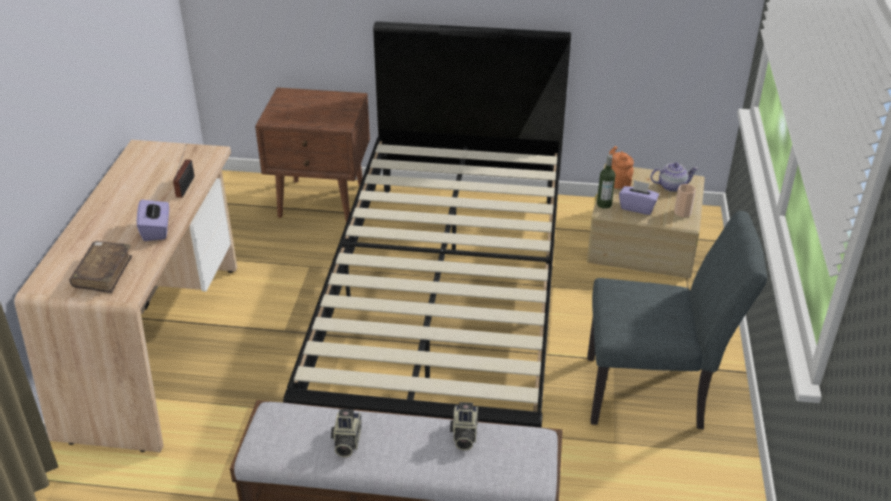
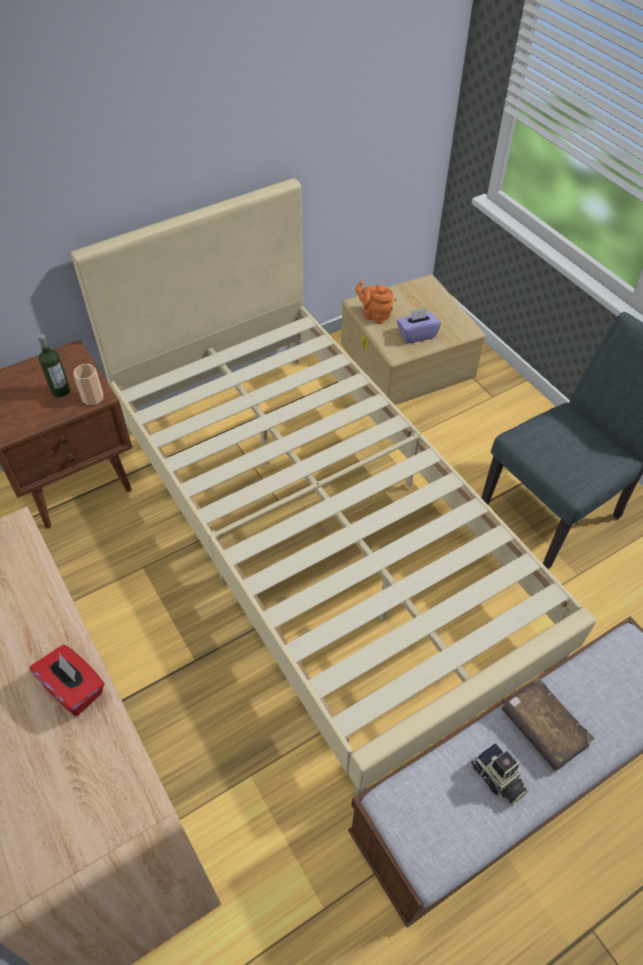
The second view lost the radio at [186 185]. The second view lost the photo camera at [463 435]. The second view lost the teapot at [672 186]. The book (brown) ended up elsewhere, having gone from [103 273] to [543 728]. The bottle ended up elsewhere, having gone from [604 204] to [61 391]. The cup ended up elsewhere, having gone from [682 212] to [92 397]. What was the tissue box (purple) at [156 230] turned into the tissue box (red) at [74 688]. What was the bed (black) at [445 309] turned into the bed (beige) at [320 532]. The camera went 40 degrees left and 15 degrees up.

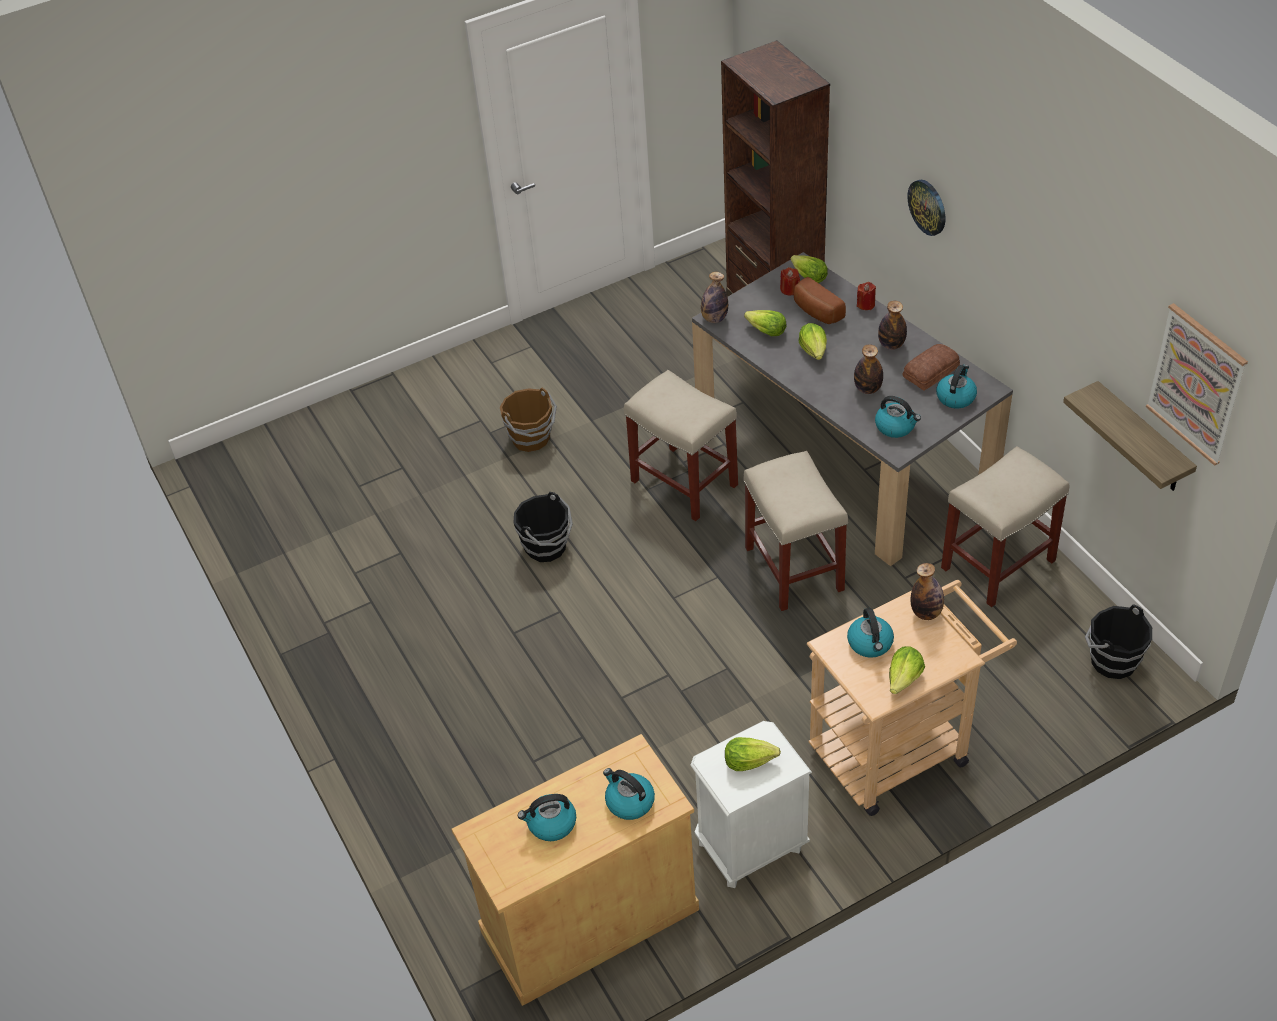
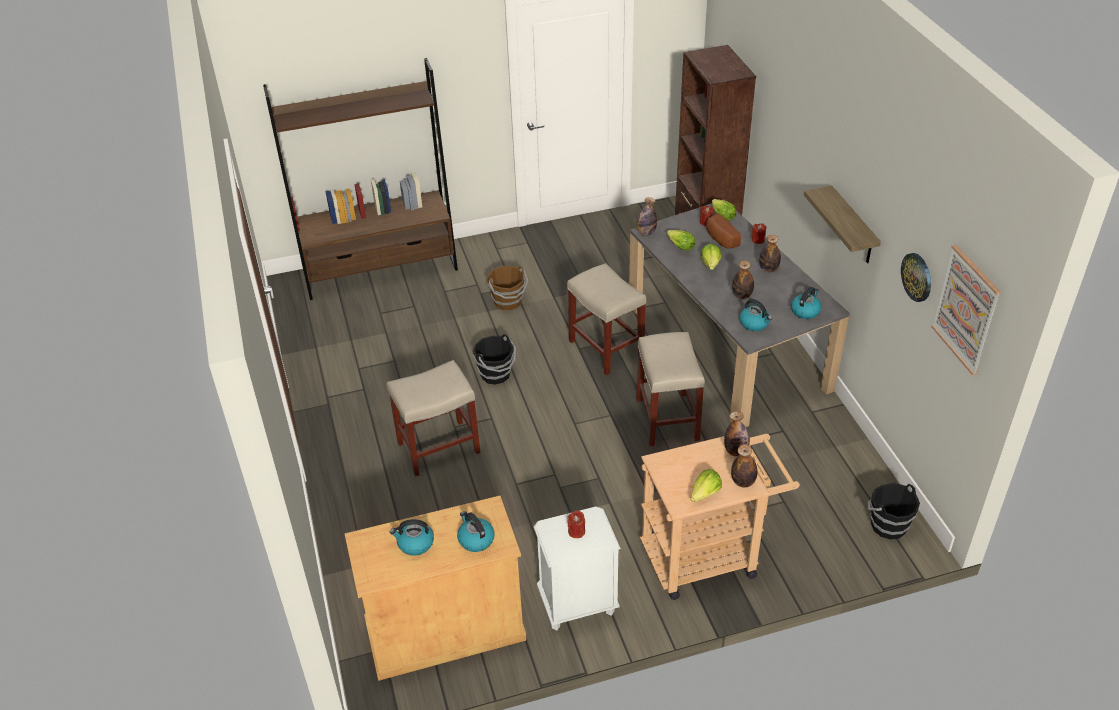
The second view lost the kettle at [870 644]. The second view lost the bread at [932 372]. The second view gained the bookcase (brown) at [381 271]. The second view gained the bottle at [743 482]. The wall clock ended up elsewhere, having gone from [928 207] to [917 277]. The stool (beige) ended up elsewhere, having gone from [997 565] to [437 448]. The shelf ended up elsewhere, having gone from [1142 440] to [853 227]. Where the lettuce stood at [749 761], the candle (red) came to stand at [576 531]. The camera went 10 degrees right and 5 degrees down.

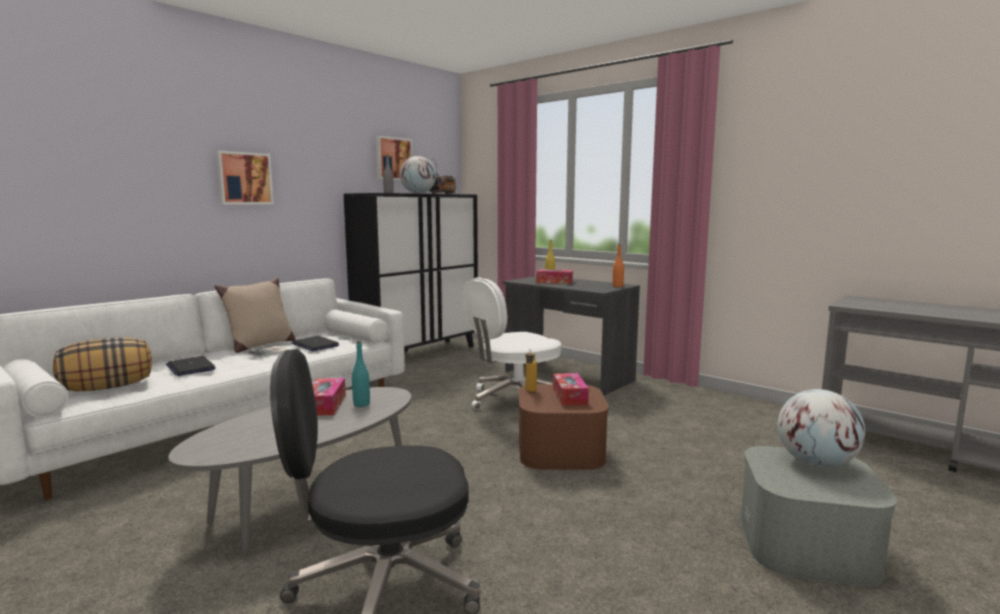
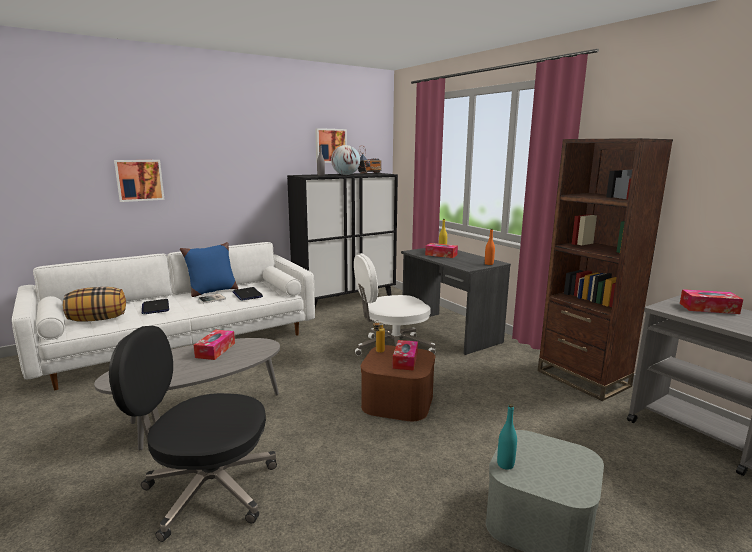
The second view lost the globe at [815 463]. The second view gained the bookcase (brown) at [583 378]. The second view gained the tissue box at [708 308]. The picture ended up elsewhere, having gone from [244 178] to [139 180]. The bottle (turquoise) ended up elsewhere, having gone from [361 404] to [505 464]. What was the pillow (beige) at [260 345] turned into the pillow (blue) at [212 291]. The camera went 15 degrees right and 5 degrees up.

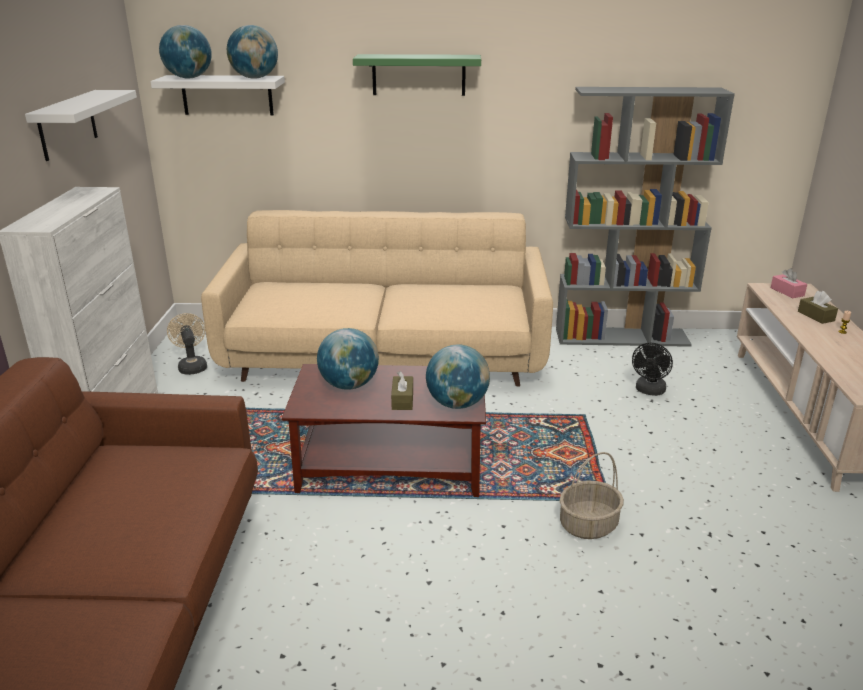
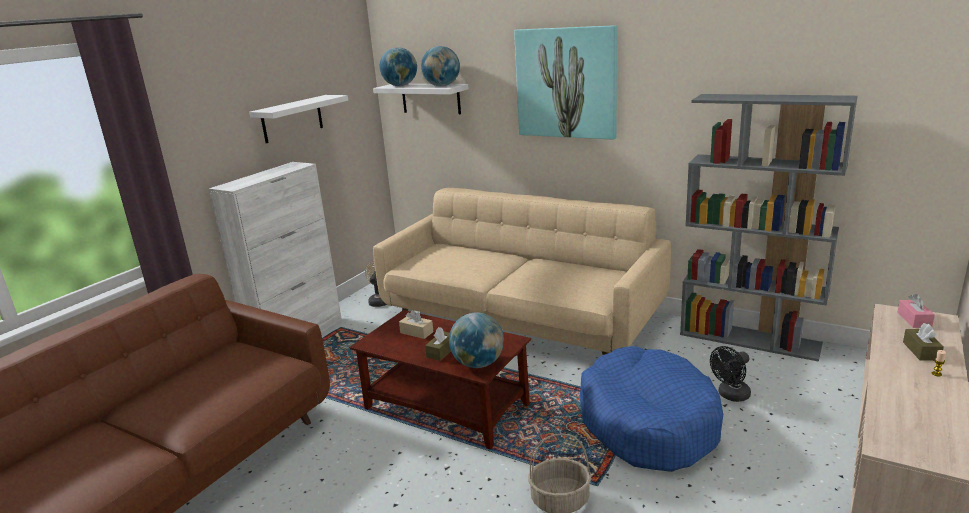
The second view gained the dog bed (blue) at [647 423]. Where the globe stood at [349 385], the tissue box (beige) came to stand at [416 332]. Where the shelf (green) hung at [418 75], the picture came to hang at [566 83]. The camera went 30 degrees right and 5 degrees down.

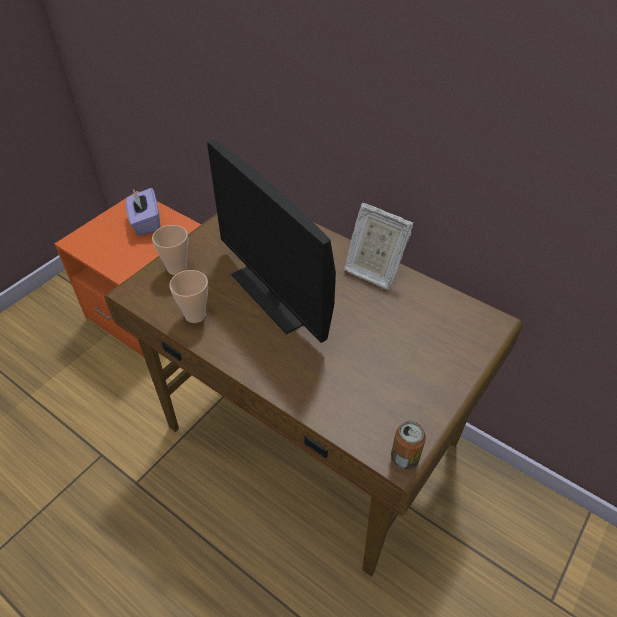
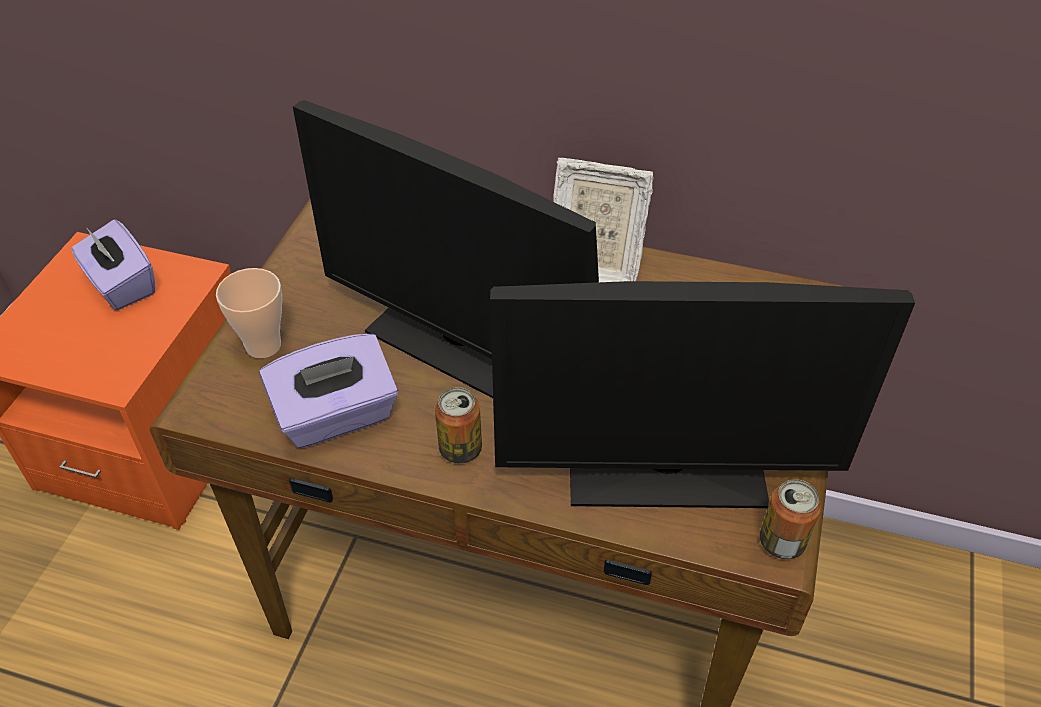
The second view gained the can at [460 449]. The second view gained the monitor at [666 470]. Where the cup stood at [195 315], the tissue box (purple) came to stand at [336 416]. The camera went 20 degrees left and 0 degrees up.

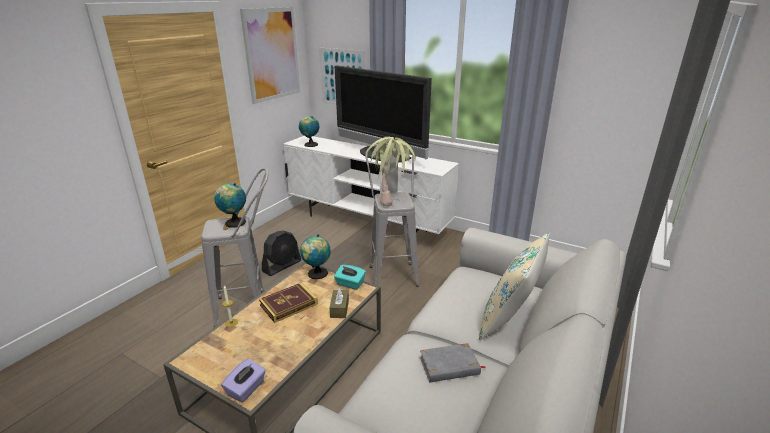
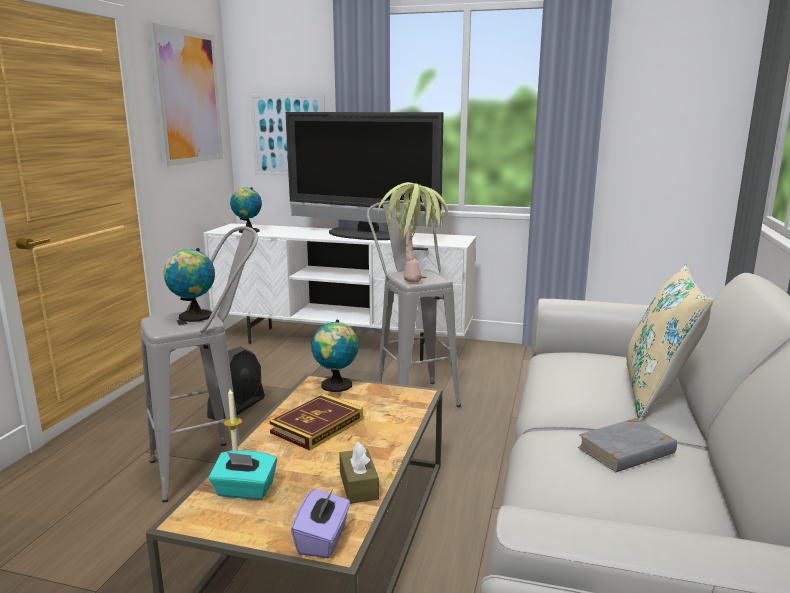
The tissue box (brown) ended up elsewhere, having gone from [339 308] to [358 485]. The tissue box (turquoise) ended up elsewhere, having gone from [350 284] to [244 491]. The camera went 15 degrees left and 10 degrees down.

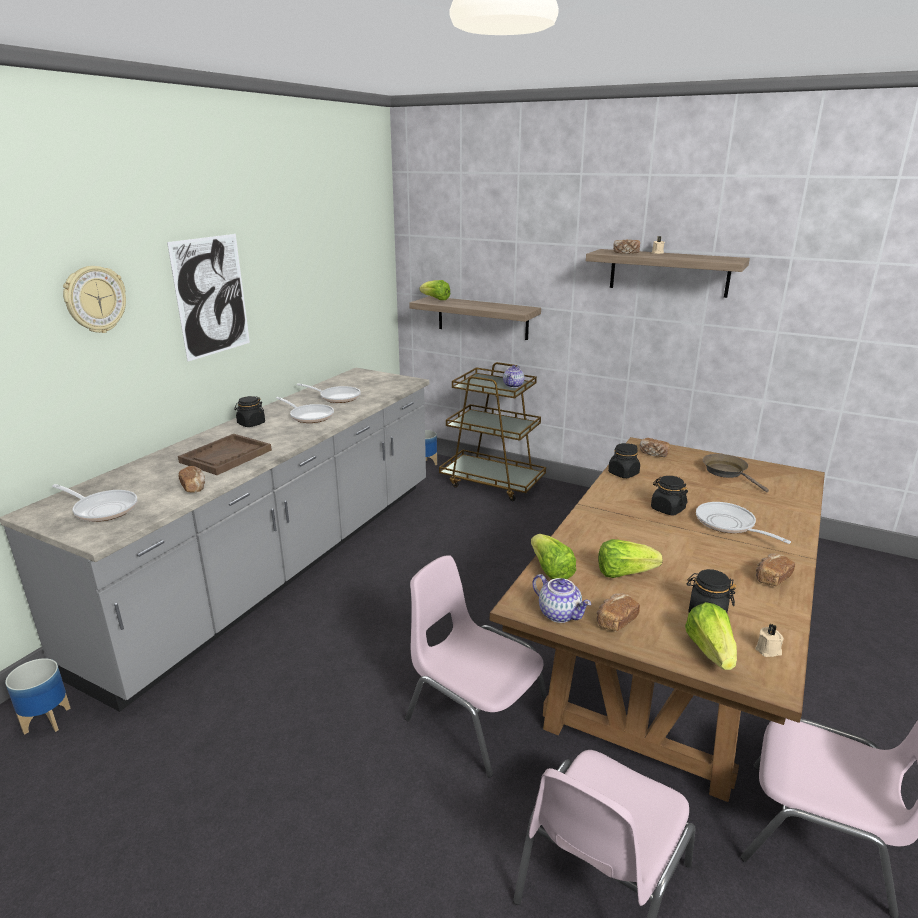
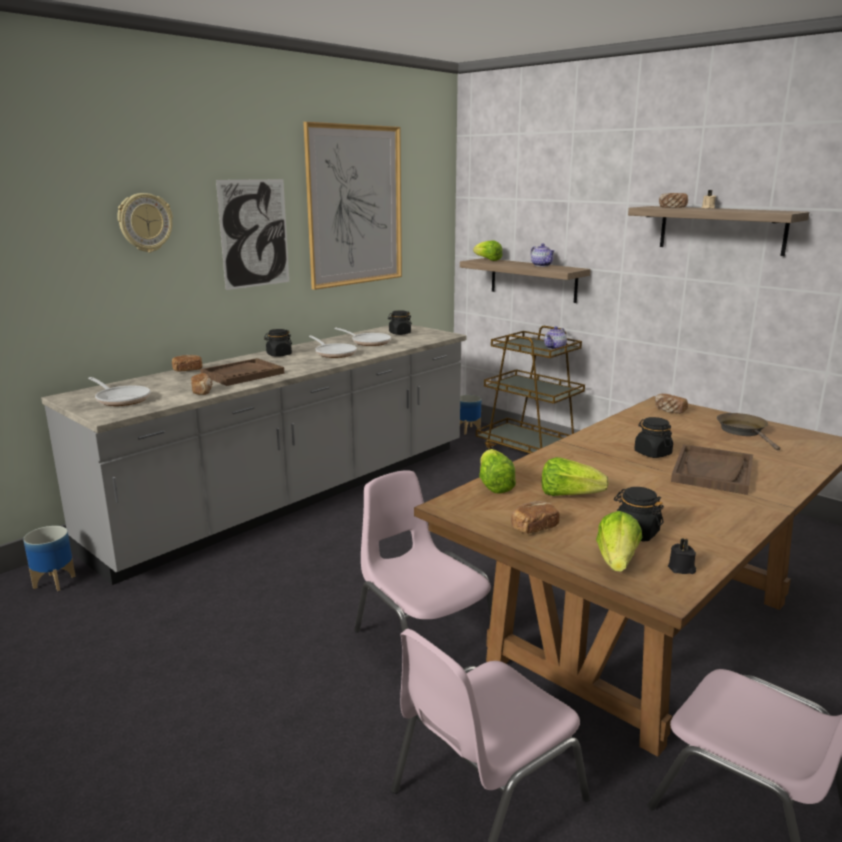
The second view gained the picture at [355 206]. The teapot ended up elsewhere, having gone from [560 614] to [542 265]. The jar (black) ended up elsewhere, having gone from [623 473] to [399 333]. The bread ended up elsewhere, having gone from [771 578] to [188 370]. Where the frying pan stood at [729 525], the tray (brown) came to stand at [712 472]. What was the candle (beige) at [768 650] turned into the candle (black) at [682 569]. The camera went 15 degrees right and 5 degrees down.

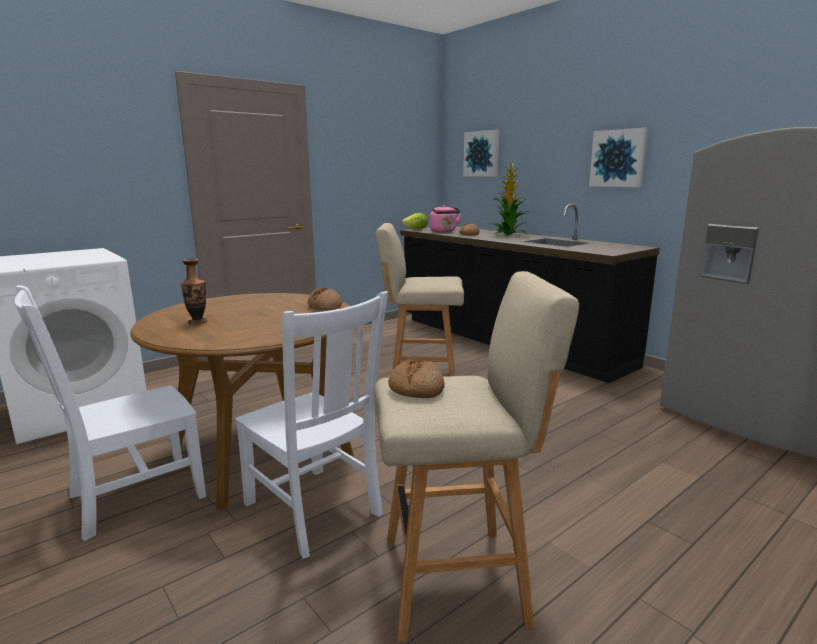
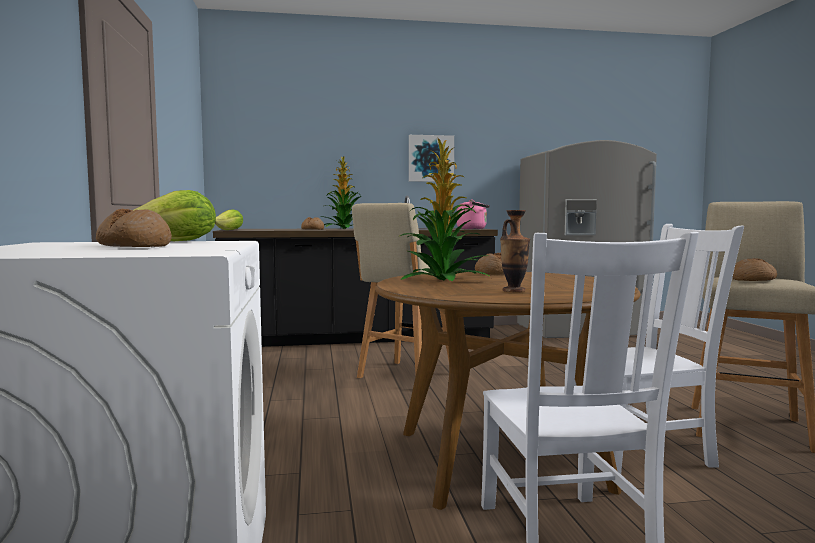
The second view lost the picture at [482 154]. The second view gained the bread at [134 246]. The second view gained the lettuce at [179 241]. The second view gained the potted plant at [443 280]. The kettle (pink) ended up elsewhere, having gone from [444 231] to [473 229]. The camera went 60 degrees left and 10 degrees down.

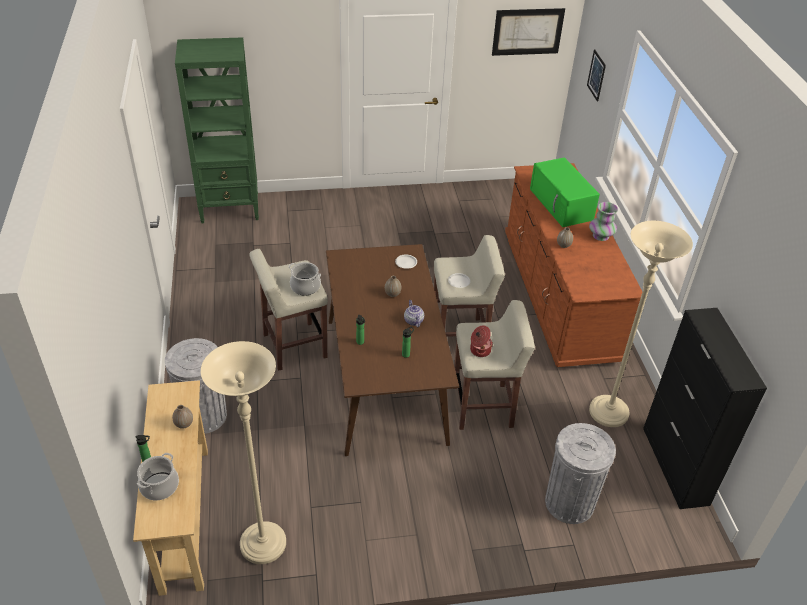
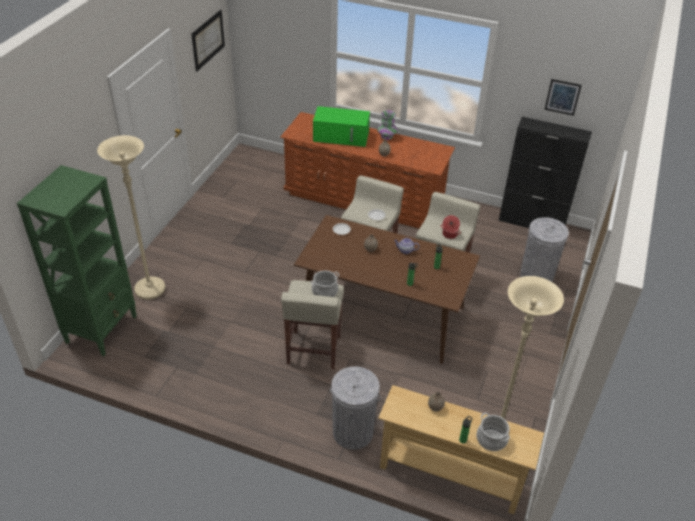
The picture ended up elsewhere, having gone from [596 75] to [562 97]. The floor lamp (beige) ended up elsewhere, having gone from [608 413] to [150 289]. The camera went 60 degrees left and 0 degrees up.

